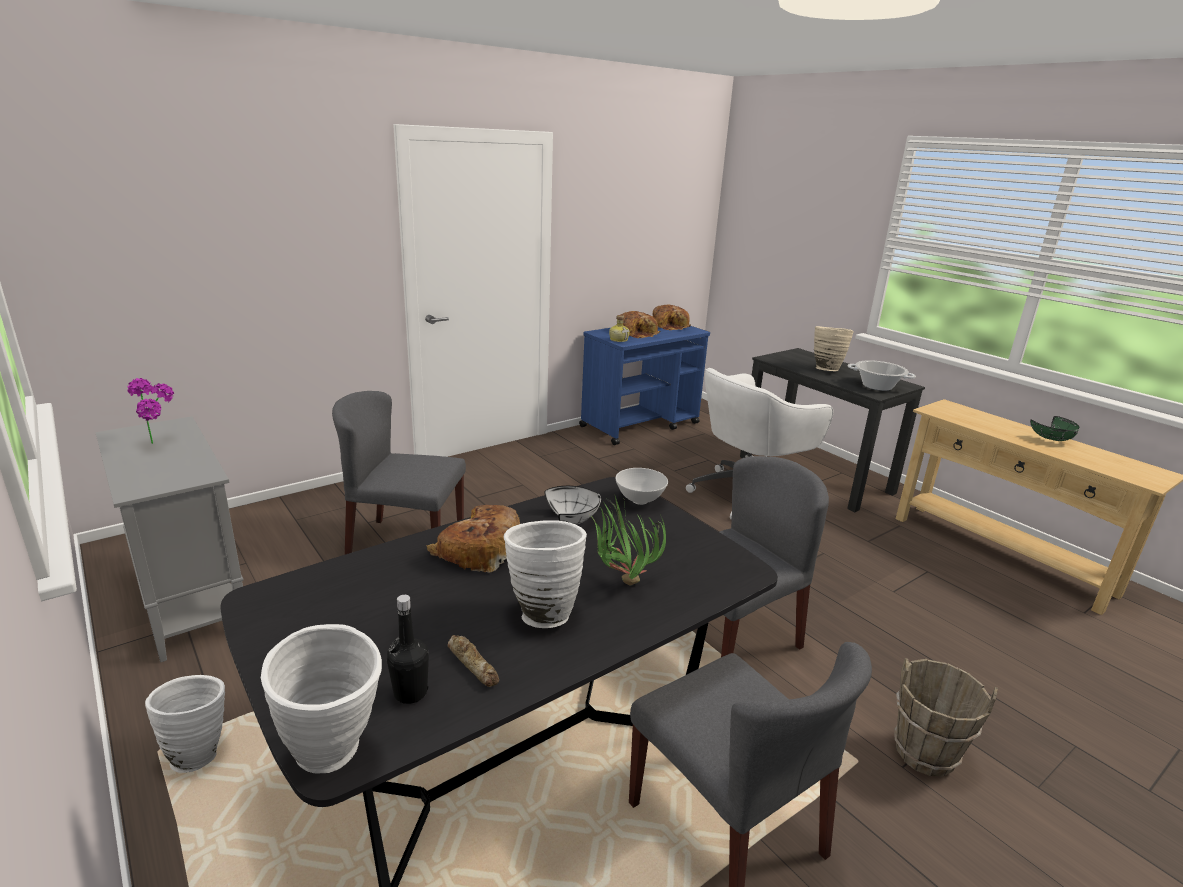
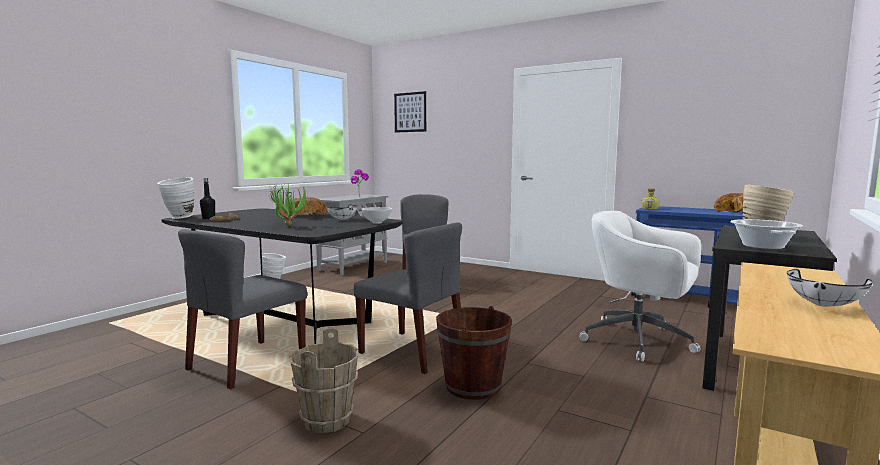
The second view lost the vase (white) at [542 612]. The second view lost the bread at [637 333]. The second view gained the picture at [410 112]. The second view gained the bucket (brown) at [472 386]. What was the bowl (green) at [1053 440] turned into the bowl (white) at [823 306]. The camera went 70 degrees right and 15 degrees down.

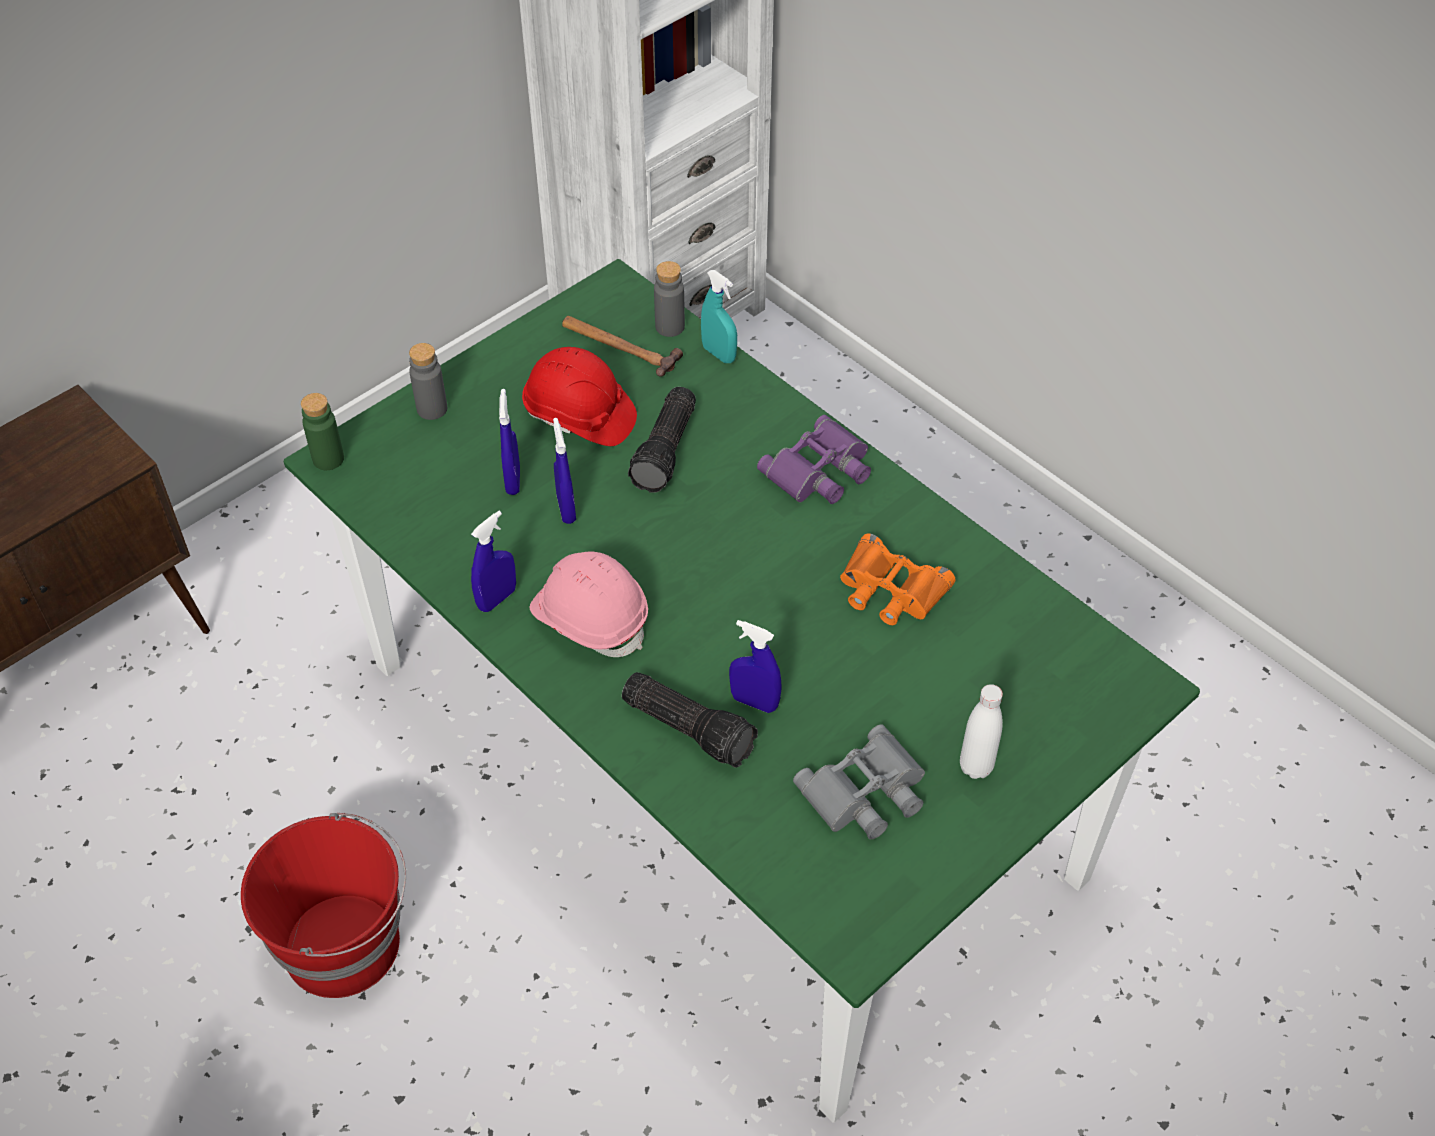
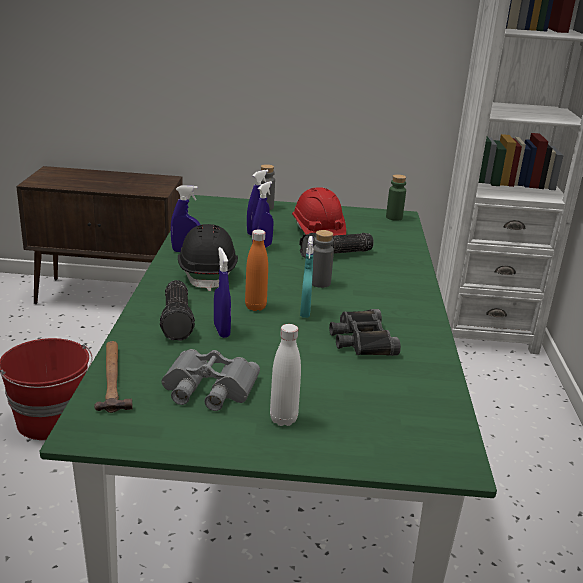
The second view lost the binoculars (purple) at [820 471]. The second view gained the bottle (orange) at [255 307]. The bottle (green) ended up elsewhere, having gone from [328 459] to [394 217]. The hammer ended up elsewhere, having gone from [619 346] to [113 378]. The bottle (grey) ended up elsewhere, having gone from [670 327] to [320 283]. The spray bottle (turquoise) ended up elsewhere, having gone from [719 354] to [305 312]. What was the hard hat (pink) at [590 618] turned into the hard hat (black) at [208 273]. What was the binoculars (orange) at [890 590] turned into the binoculars (black) at [361 340]. The camera went 45 degrees right and 25 degrees down.

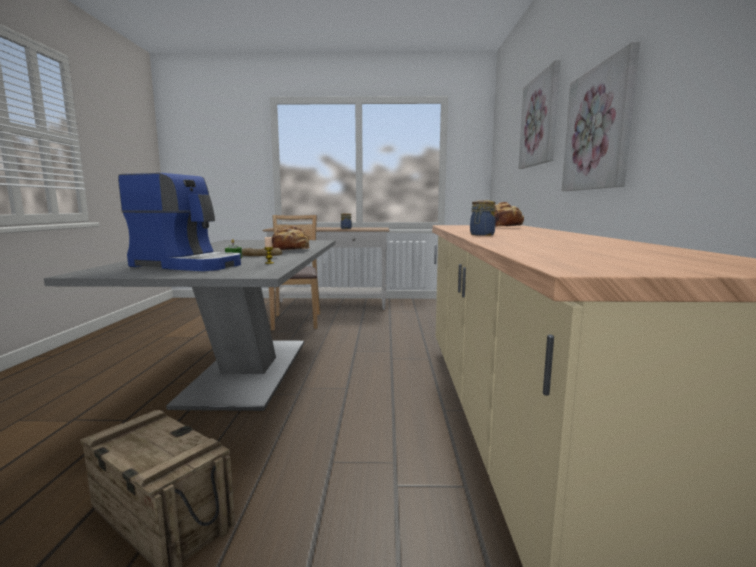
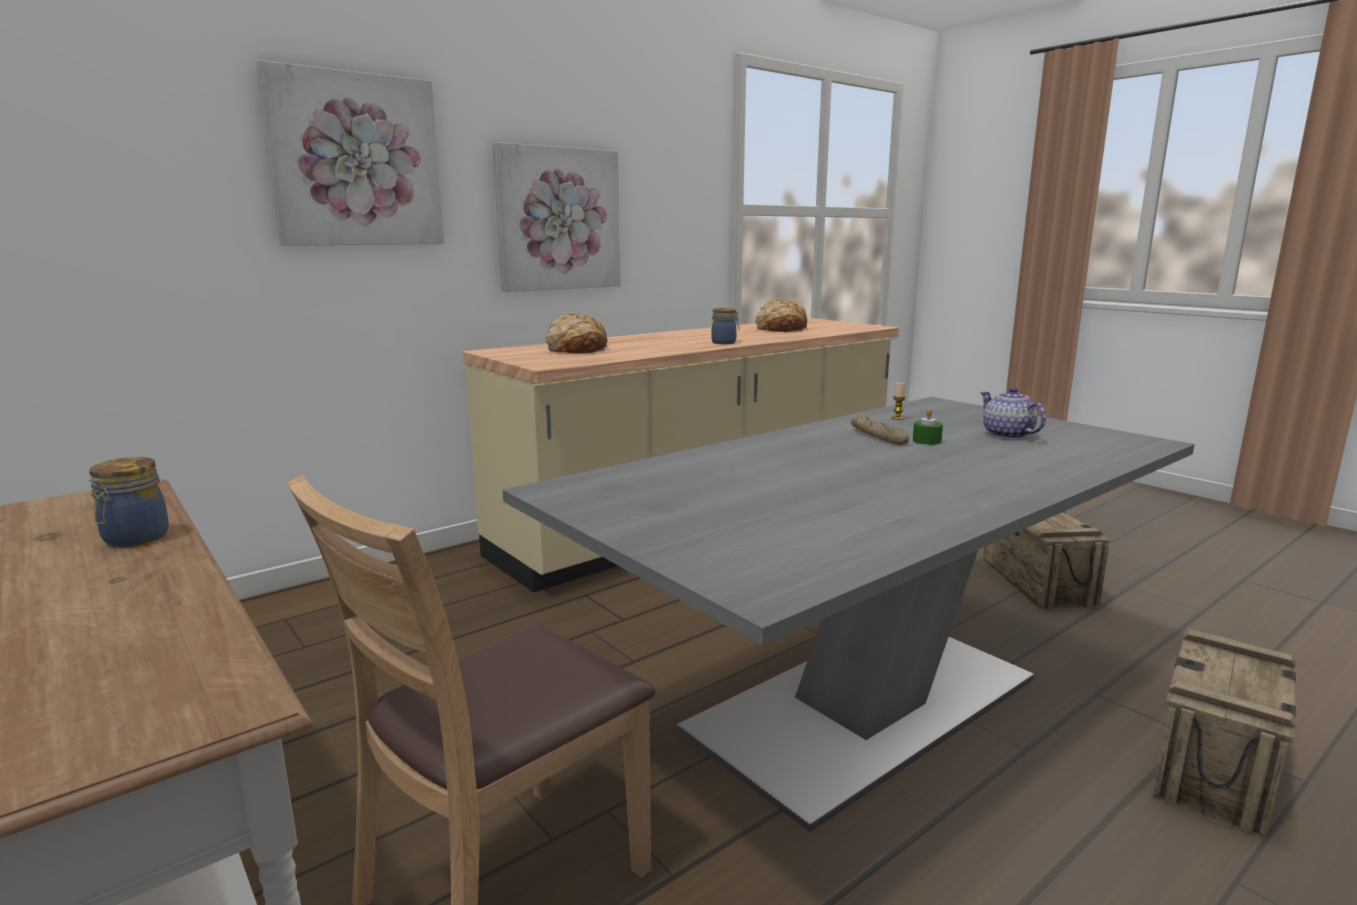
The second view gained the crate at [1216 767]. The bread ended up elsewhere, having gone from [290 250] to [781 329]. Where the coffee machine stood at [189 265], the teapot came to stand at [1007 435]. The camera went 130 degrees left and 5 degrees up.

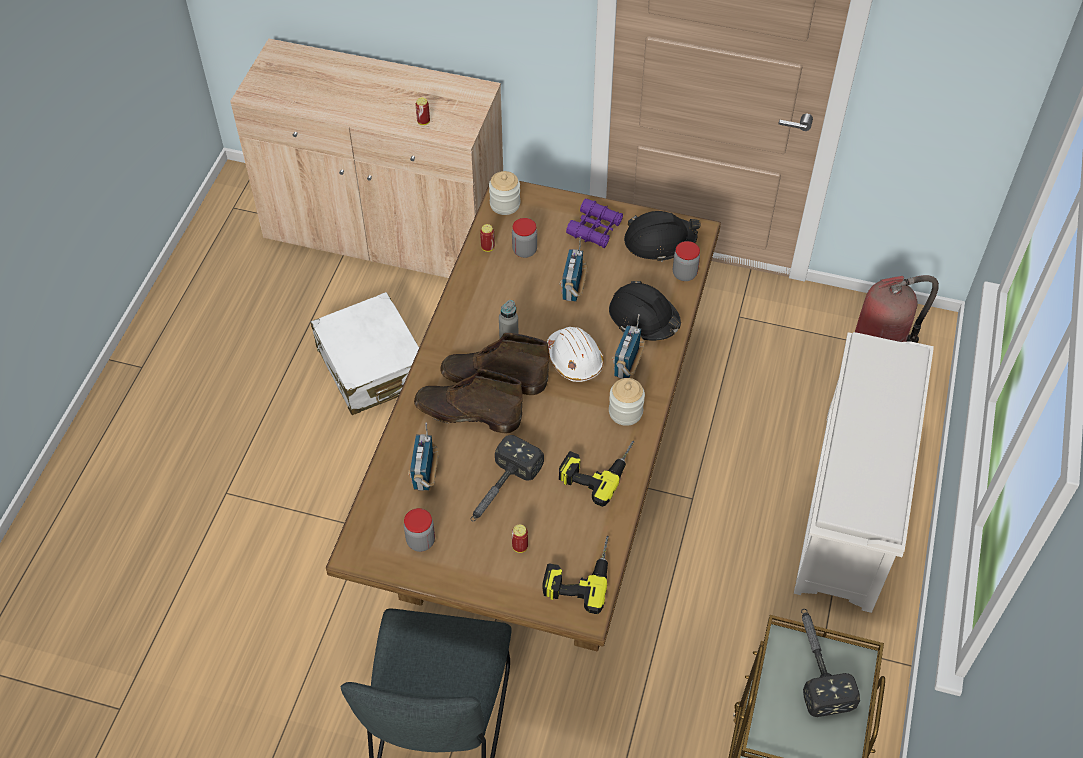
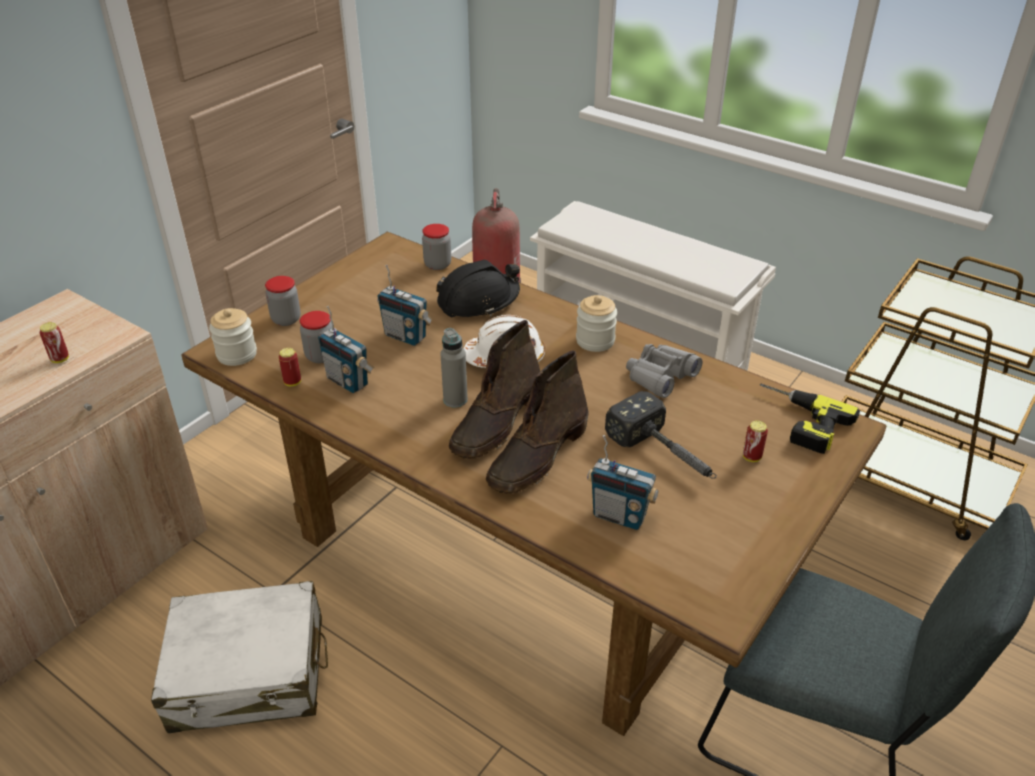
The second view lost the binoculars (purple) at [595 228]. The second view lost the hard hat (black) at [659 242]. The second view lost the hammer at [816 664]. The jar ended up elsewhere, having gone from [420 541] to [286 319]. The radio ended up elsewhere, having gone from [627 367] to [348 381]. Where the power drill stood at [597 467], the binoculars (grey) came to stand at [660 376]. The camera went 70 degrees left and 15 degrees down.

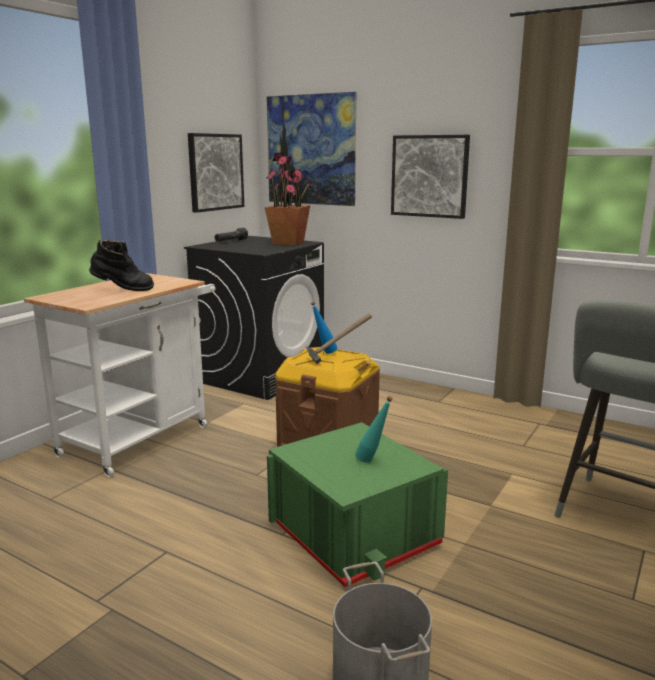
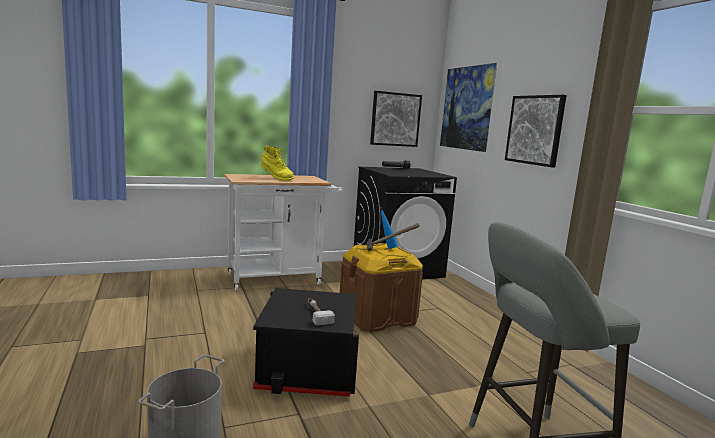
The second view lost the potted plant at [289 243]. Where the bottle (turquoise) stood at [373 462], the hammer came to stand at [316 314]. What was the boot (black) at [122 290] turned into the boot (yellow) at [276 179]. What was the storage box (green) at [354 534] turned into the storage box (black) at [308 368]. The camera went 35 degrees right and 5 degrees down.

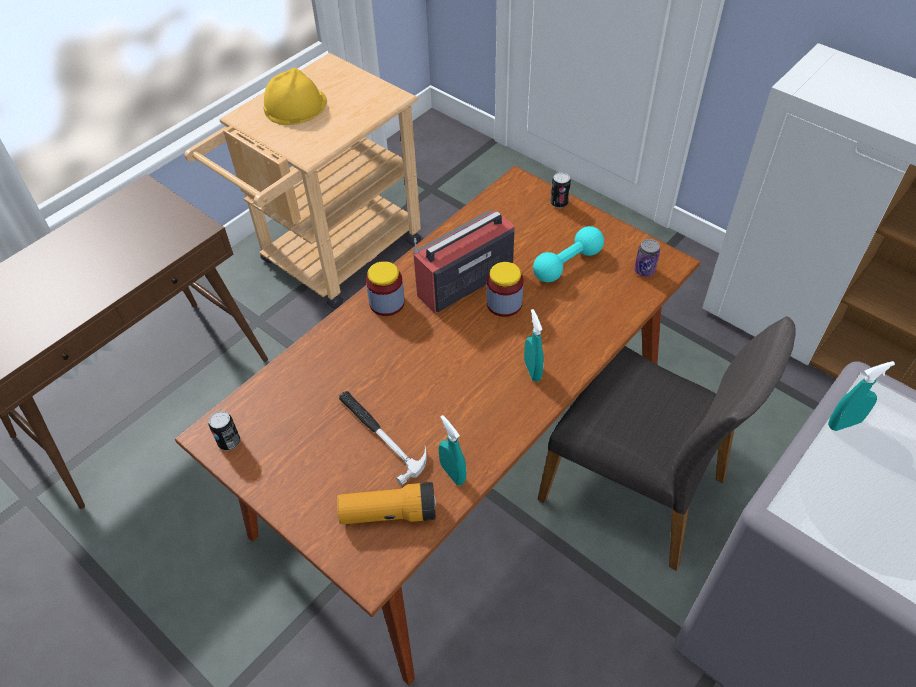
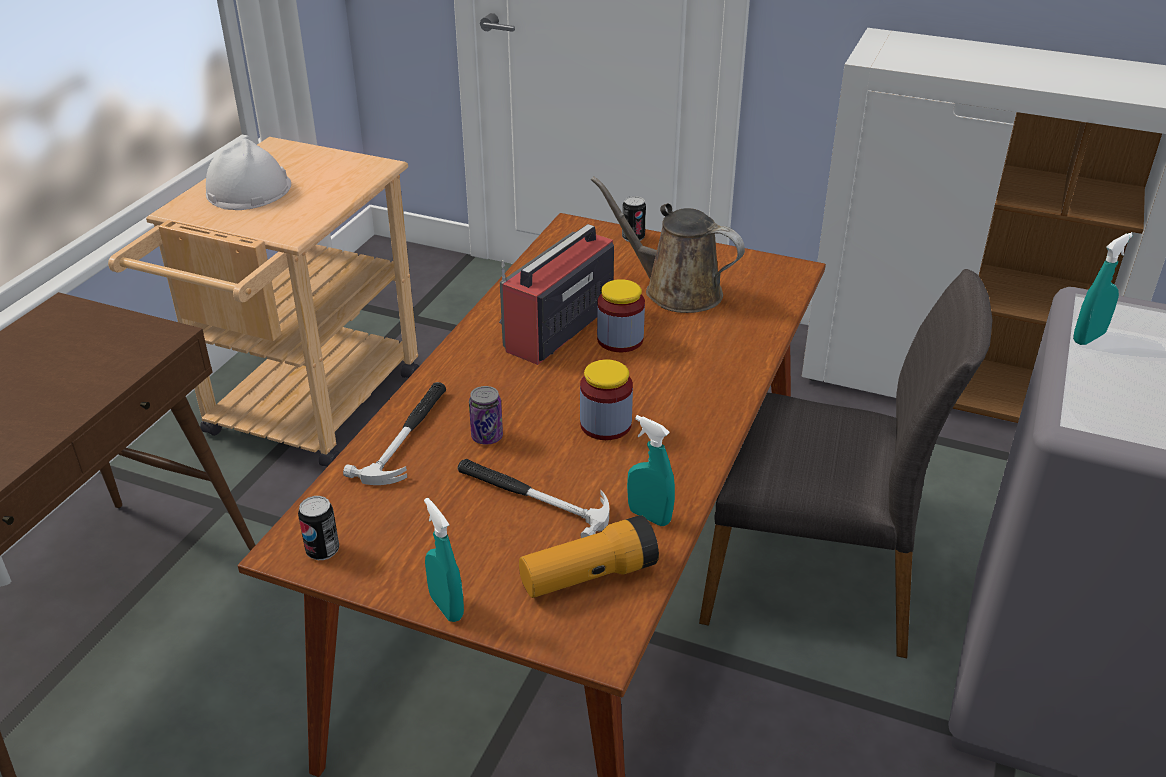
The second view gained the hammer at [407 436]. The jar ended up elsewhere, having gone from [387 303] to [605 425]. The spray bottle (turquoise) ended up elsewhere, having gone from [532 370] to [446 607]. The can ended up elsewhere, having gone from [644 270] to [487 437]. Where the dumbbell (turquoise) stood at [567 264], the watering can (brown) came to stand at [675 290]. What was the hard hat (yellow) at [295 105] turned into the hard hat (white) at [248 190]. The camera went 20 degrees left and 15 degrees down.

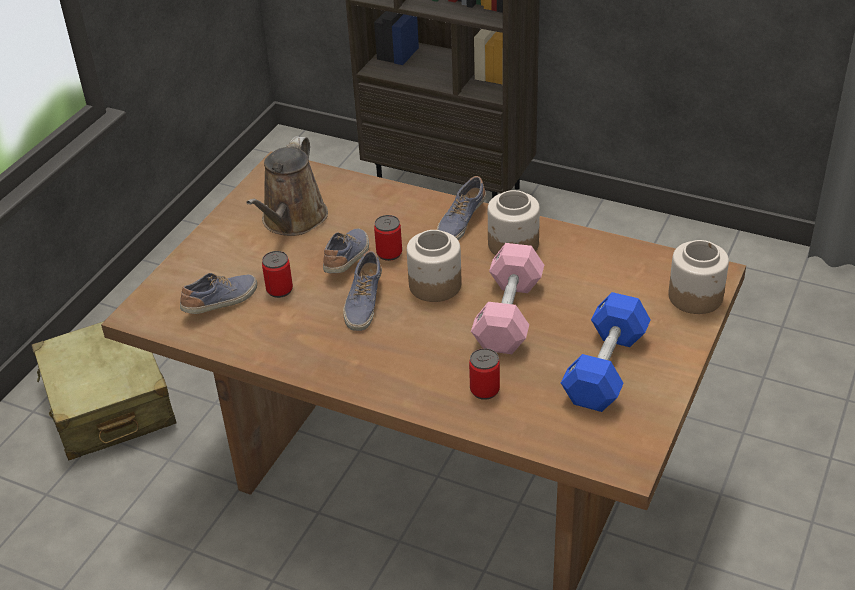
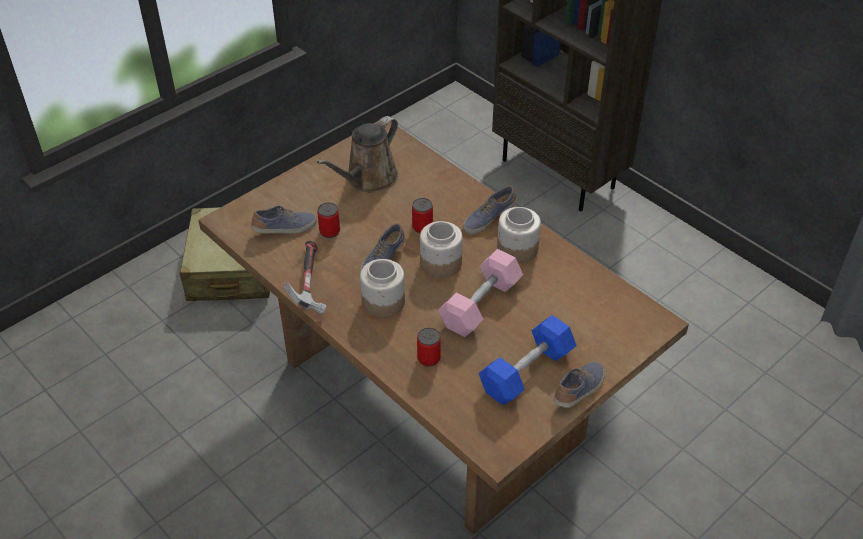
The second view gained the hammer at [308 285]. The shoe ended up elsewhere, having gone from [348 259] to [579 390]. The jar ended up elsewhere, having gone from [695 296] to [383 302]. The camera went 20 degrees right and 5 degrees up.

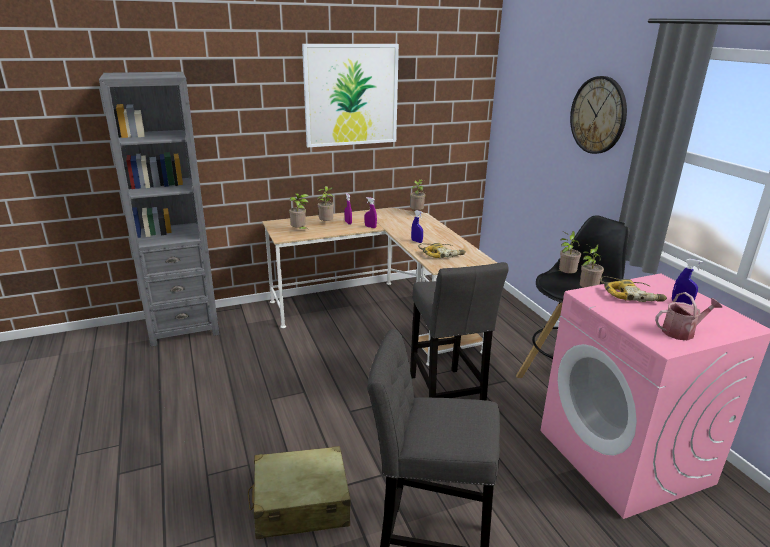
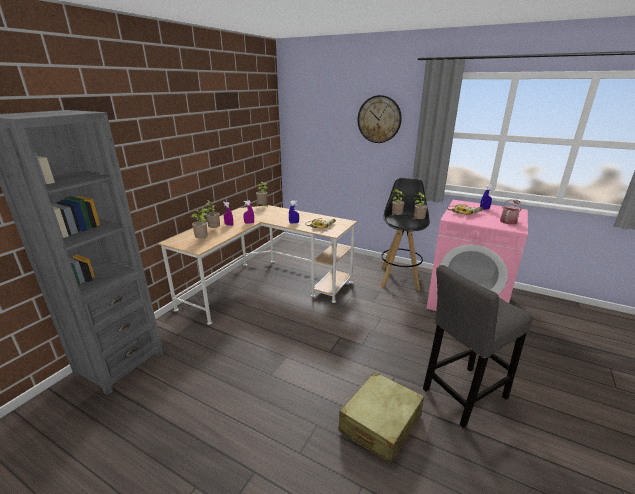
The second view lost the picture at [351 95]. The second view lost the stool (grey) at [446 396]. The camera went 40 degrees left and 0 degrees up.

